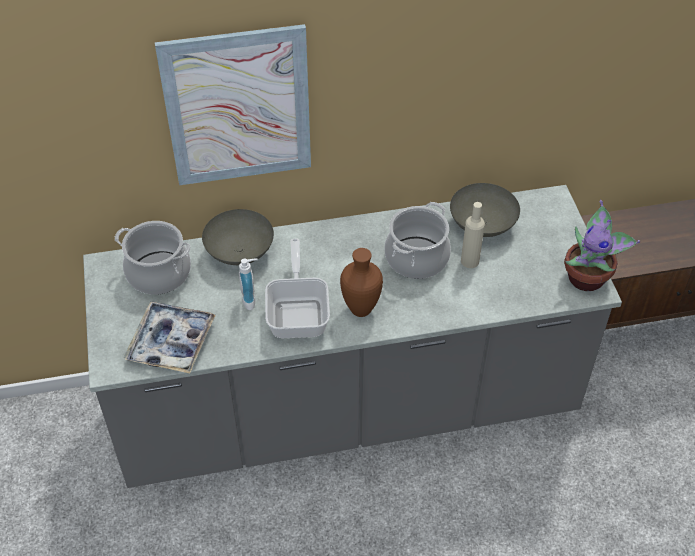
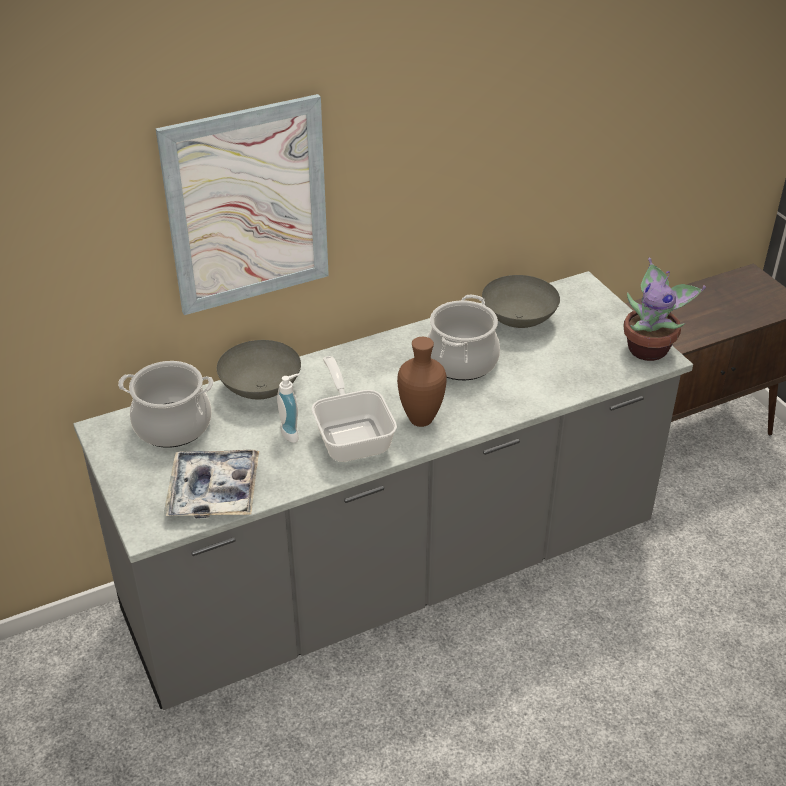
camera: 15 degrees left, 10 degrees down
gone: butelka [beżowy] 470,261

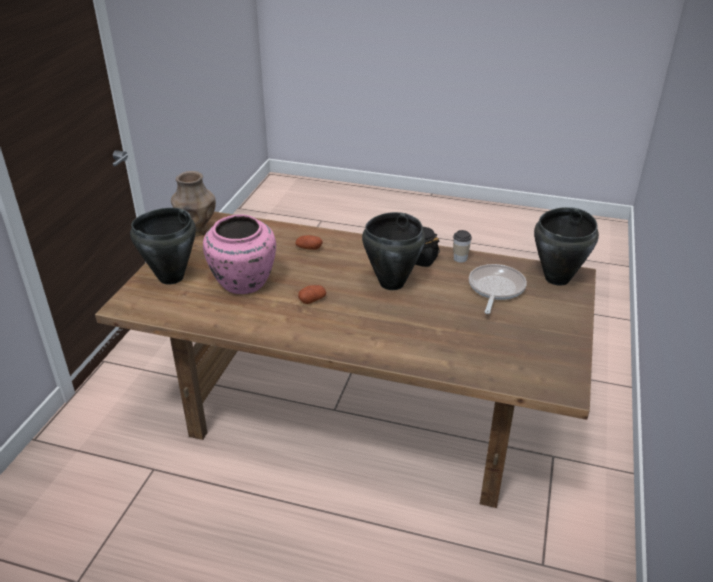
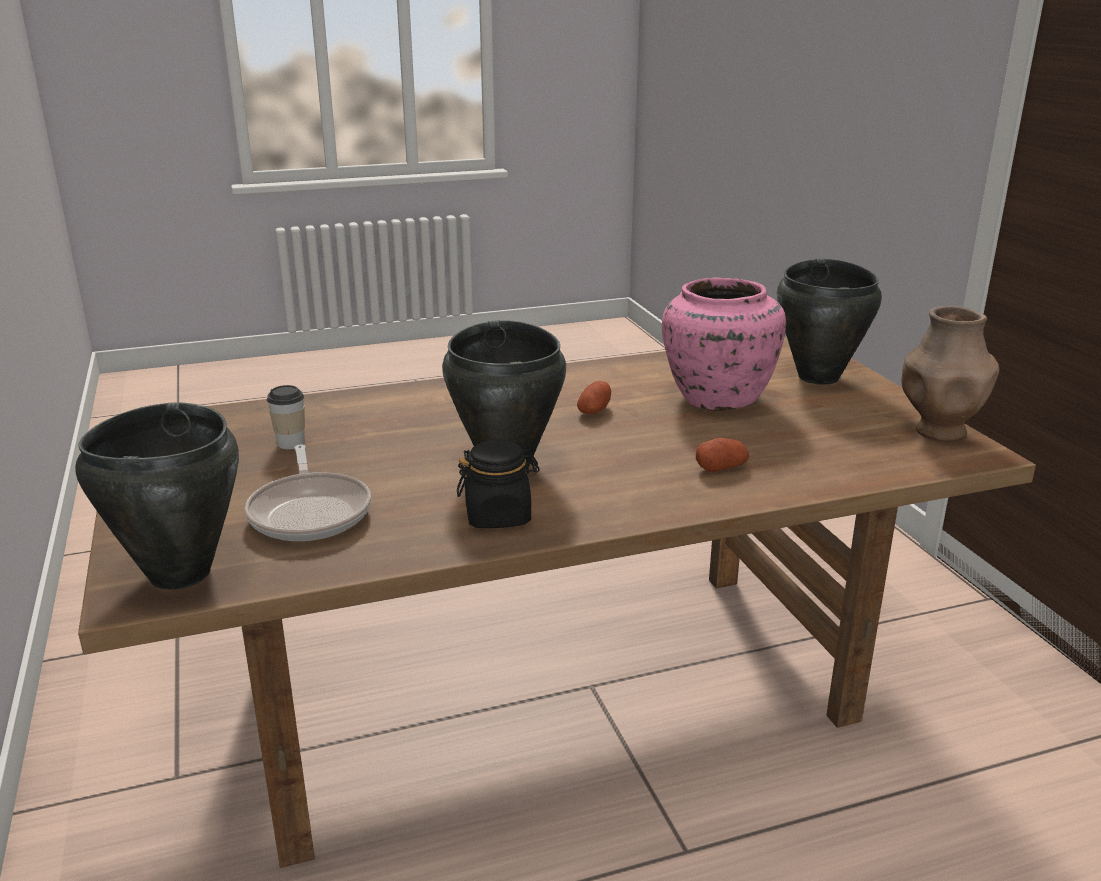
camera: 145 degrees right, 10 degrees down
shifted: filiżanka 460,258 to 291,443

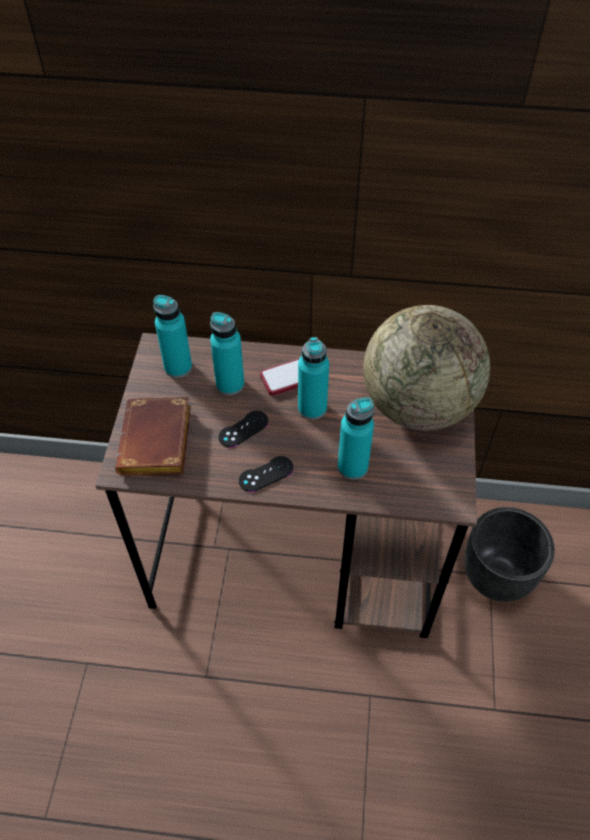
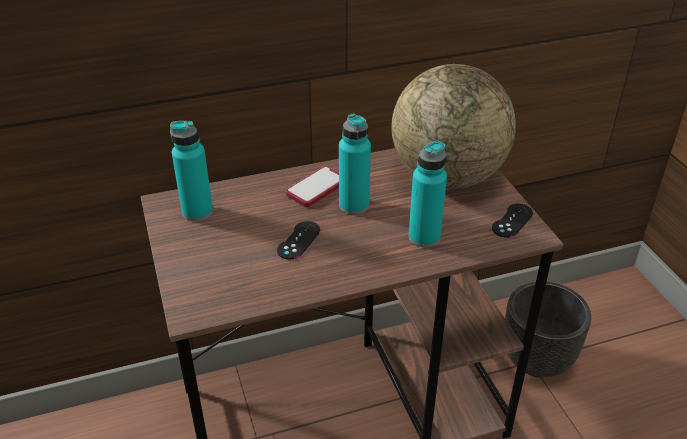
camera: 25 degrees left, 15 degrees down
gone: książka [brązowy] 158,443; butelka [turkusowy] 230,384
shifted: pad do gier [czarny] 266,474 to 512,221

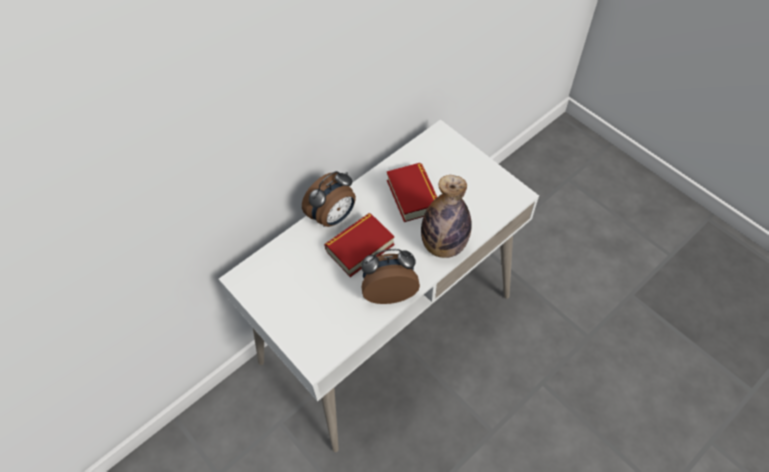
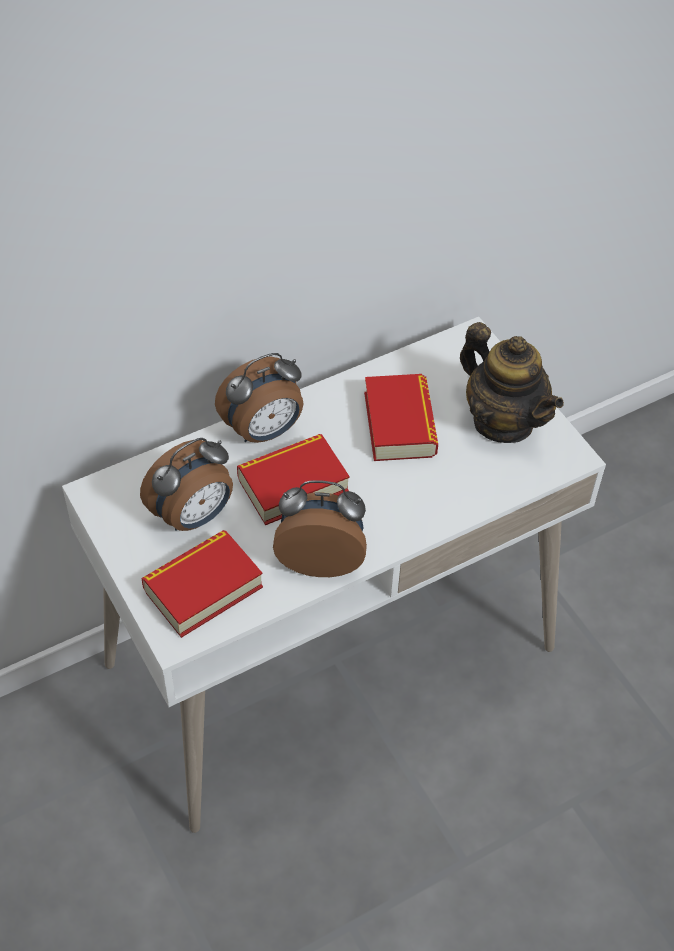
camera: 10 degrees right, 5 degrees down
gone: butelka 443,245
new: budzik 194,516; książka 203,588; imbryk 503,421

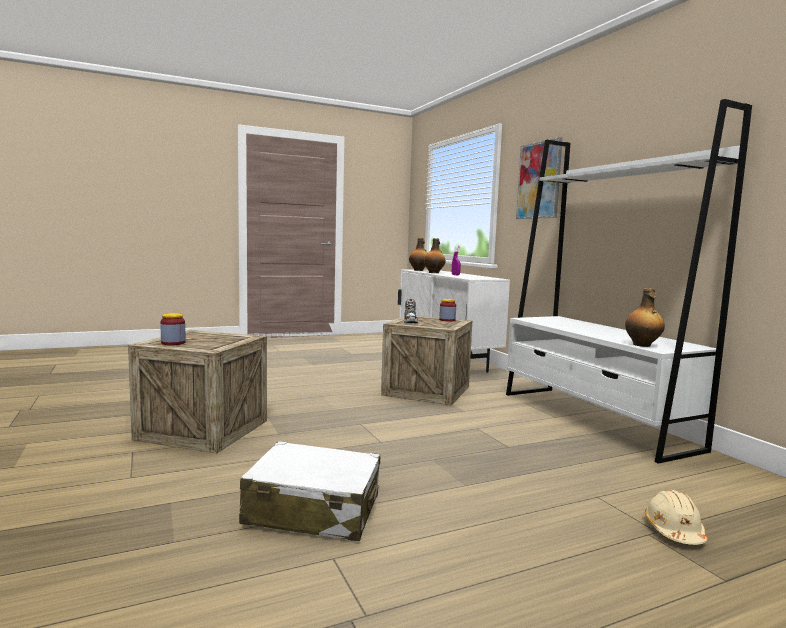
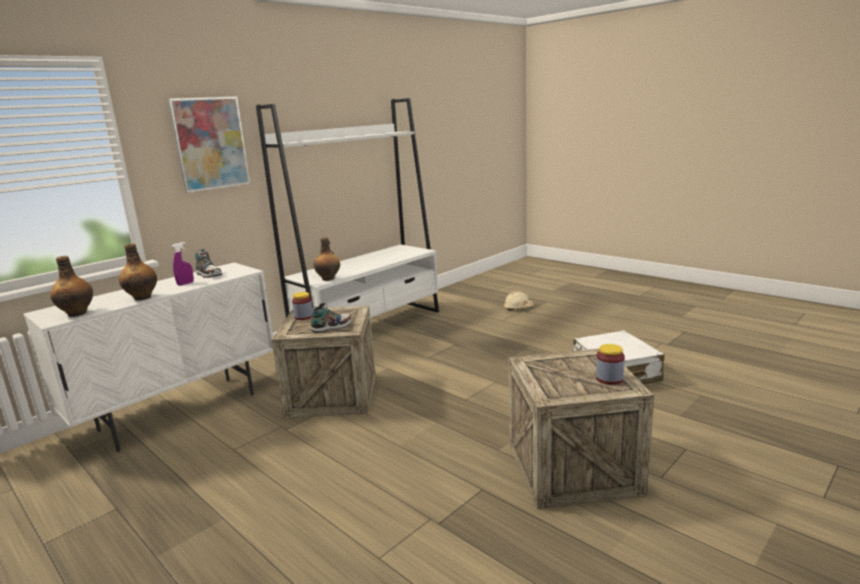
camera: 110 degrees left, 10 degrees up
new: but 209,274
shifted: butelka 642,345 to 328,278

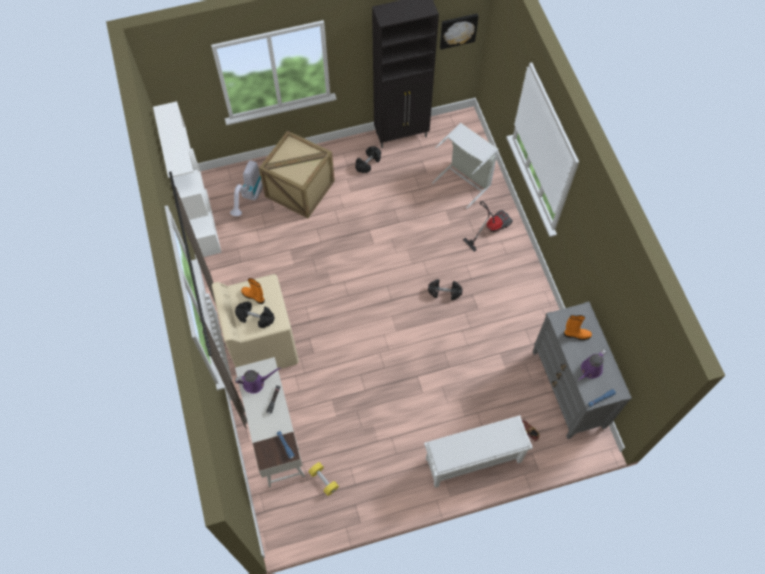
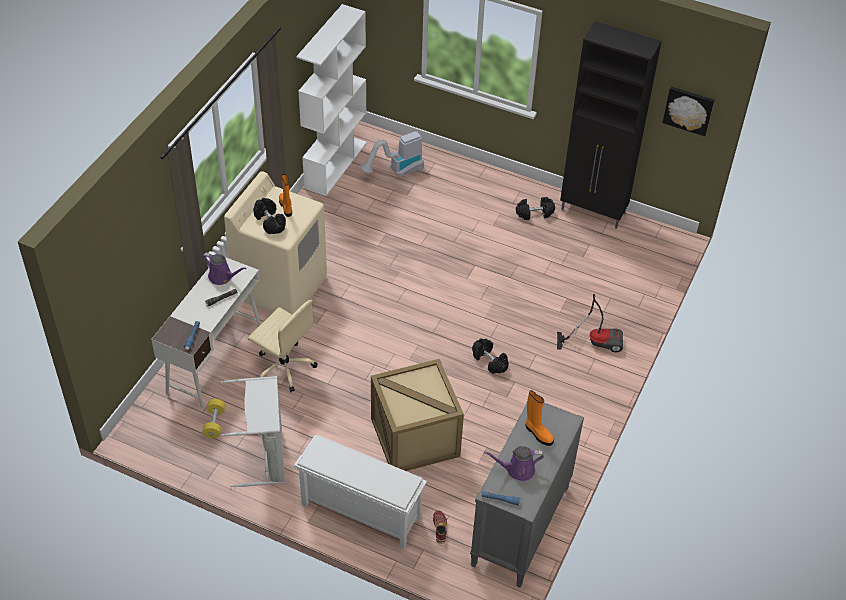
camera: 40 degrees right, 15 degrees down
new: krzesło biurowe [beżowy] 284,367
shifted: skrzynka 300,189 to 414,438; kosz na pranie [szary] 465,180 to 265,458

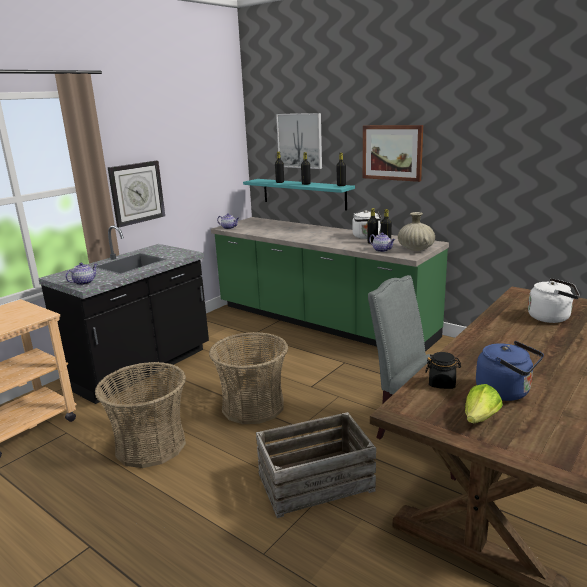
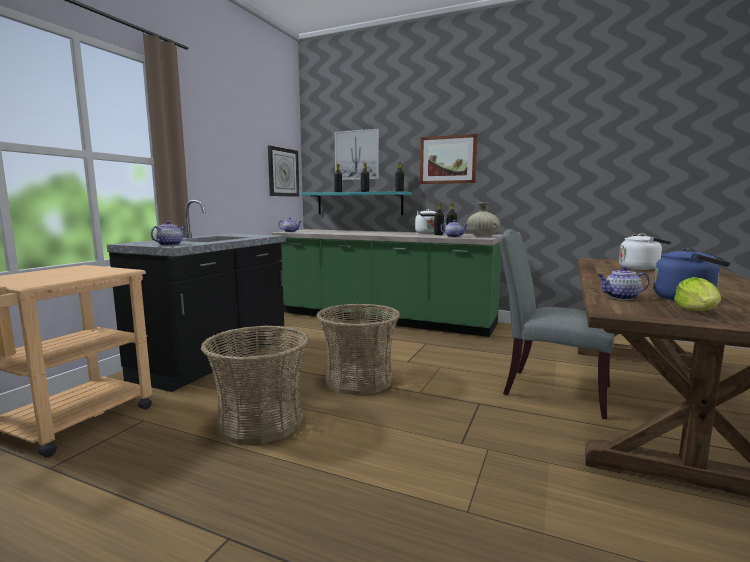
camera: 15 degrees left, 10 degrees down
gone: skrzynka 315,483
shifted: zegar ścienny 137,193 to 283,172
swapped: słoik [czarny] 442,383 to imbryk 621,297

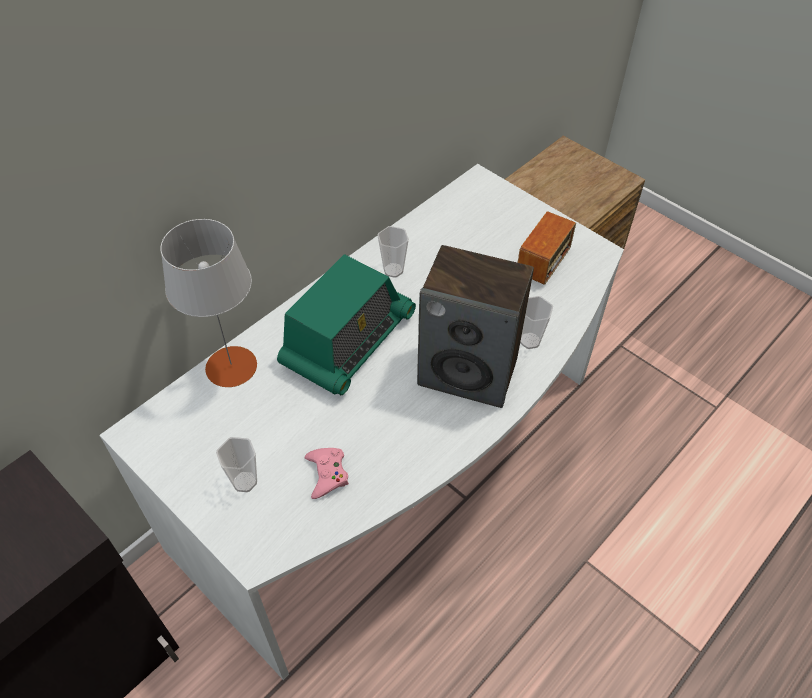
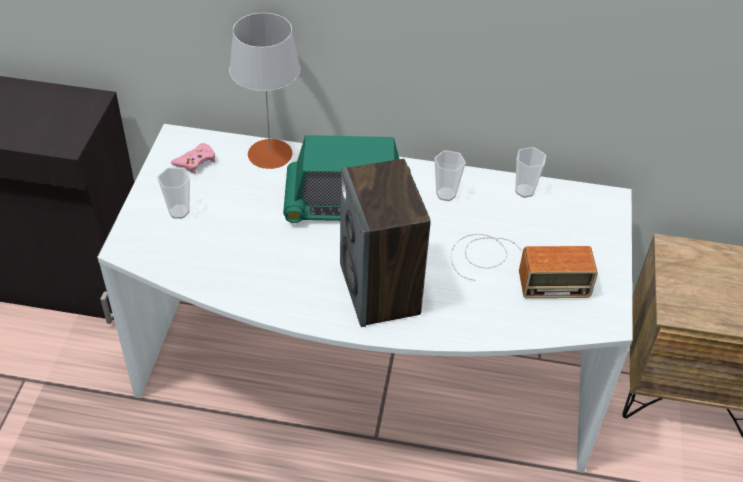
camera: 55 degrees right, 5 degrees down
shifted: pad do gier [różowy] 327,474 to 195,161; filiżanka 529,341 to 524,191

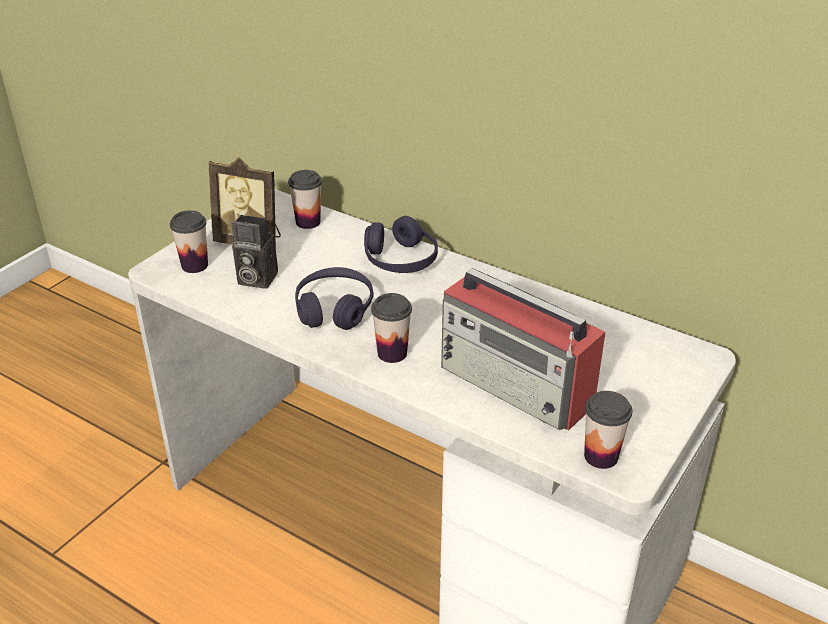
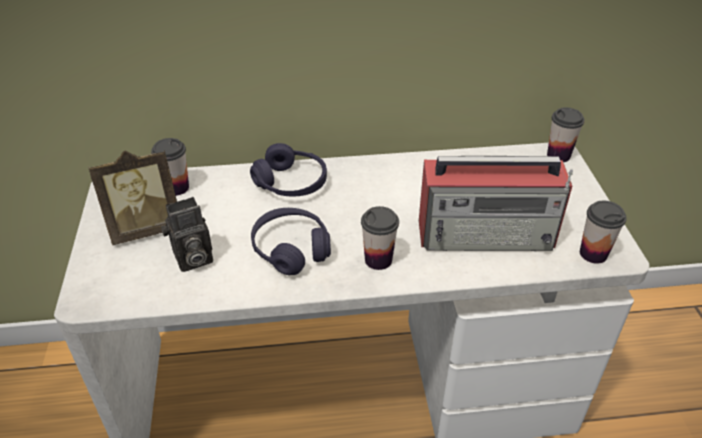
camera: 40 degrees left, 5 degrees up
shifted: filiżanka 194,265 to 558,155

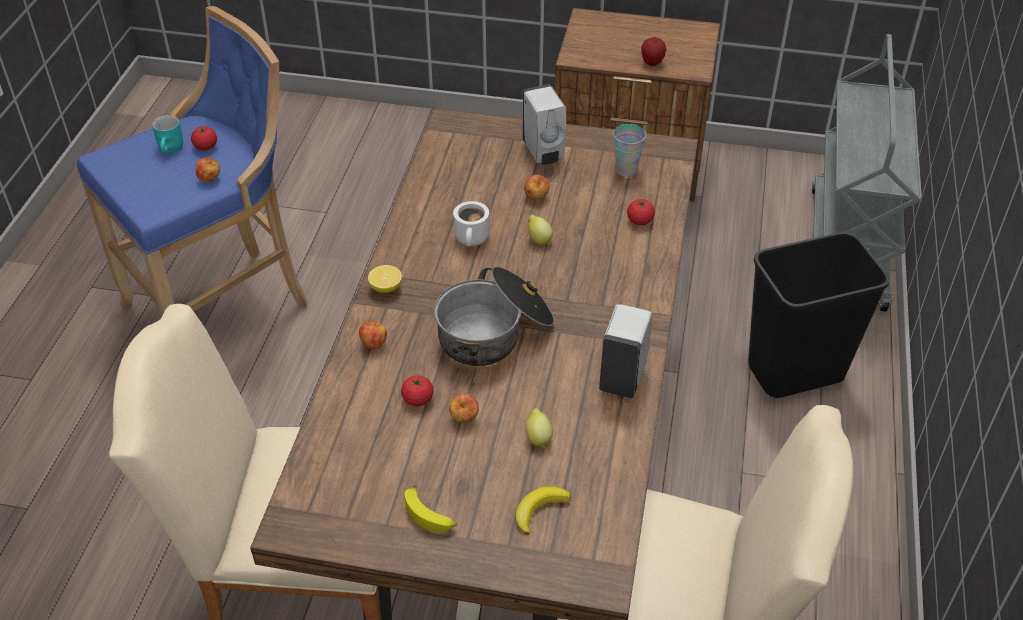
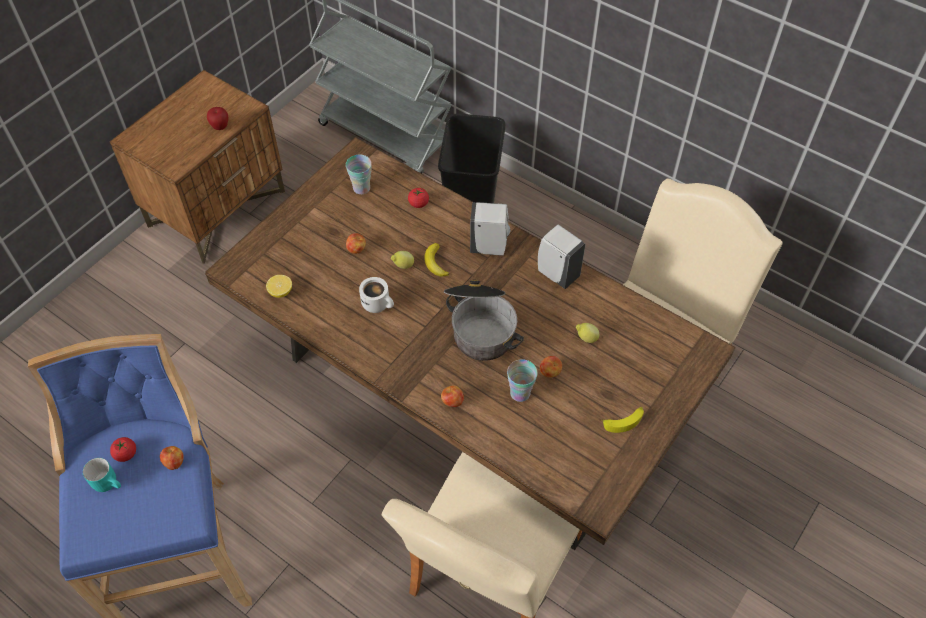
camera: 65 degrees left, 10 degrees up
shifted: cytryna 386,288 to 280,292; banan 539,510 to 435,263; dozownik mydła [biały] 543,153 to 490,247
swapped: pomidor 418,399 to filiżanka 520,393

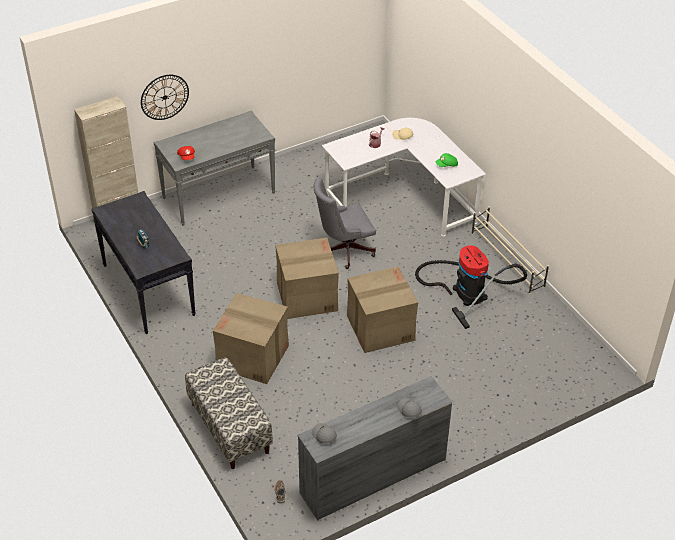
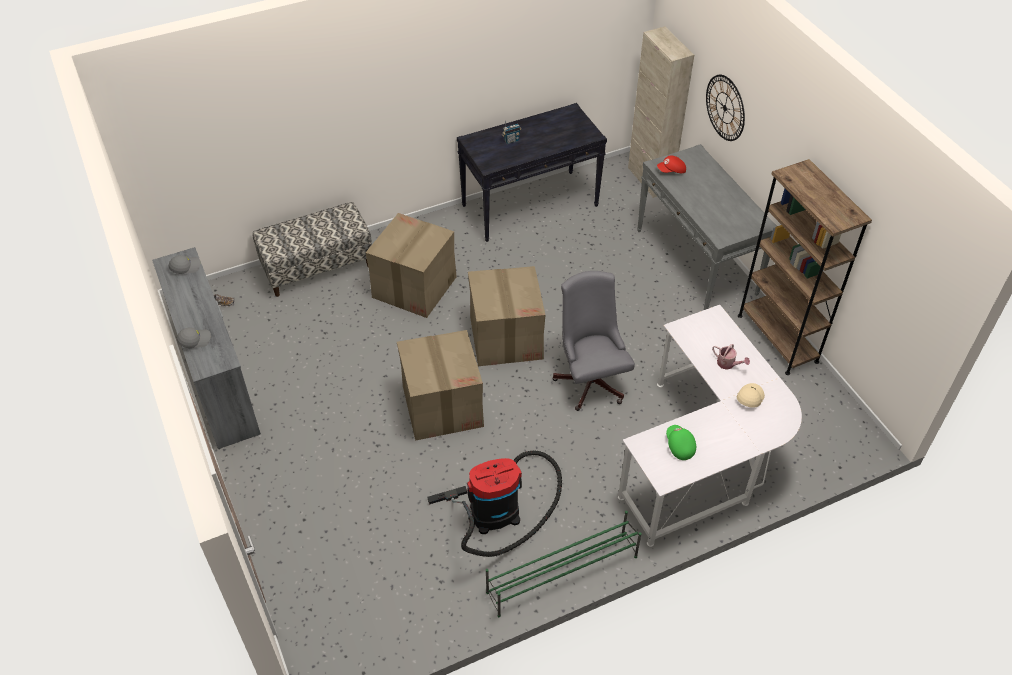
camera: 95 degrees right, 5 degrees up
new: regał [brązowy] 777,338
repainted: regał na buty [beżowy] 507,260 to regał na buty [zielony] 561,574

